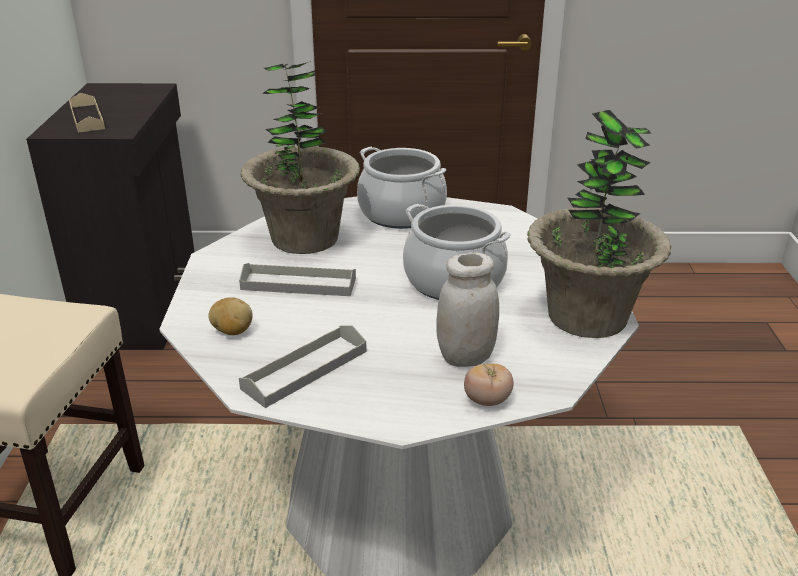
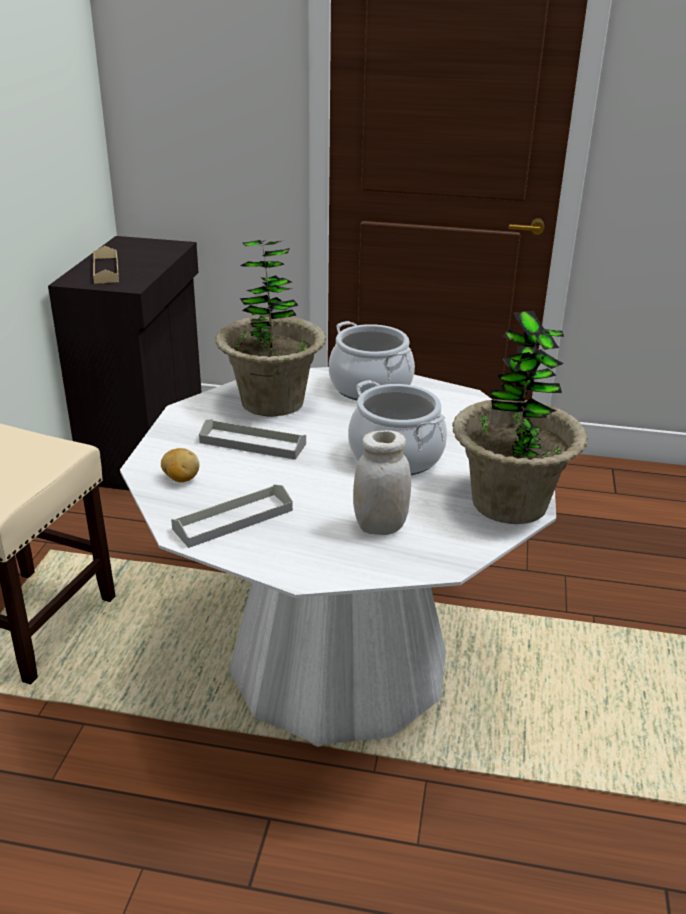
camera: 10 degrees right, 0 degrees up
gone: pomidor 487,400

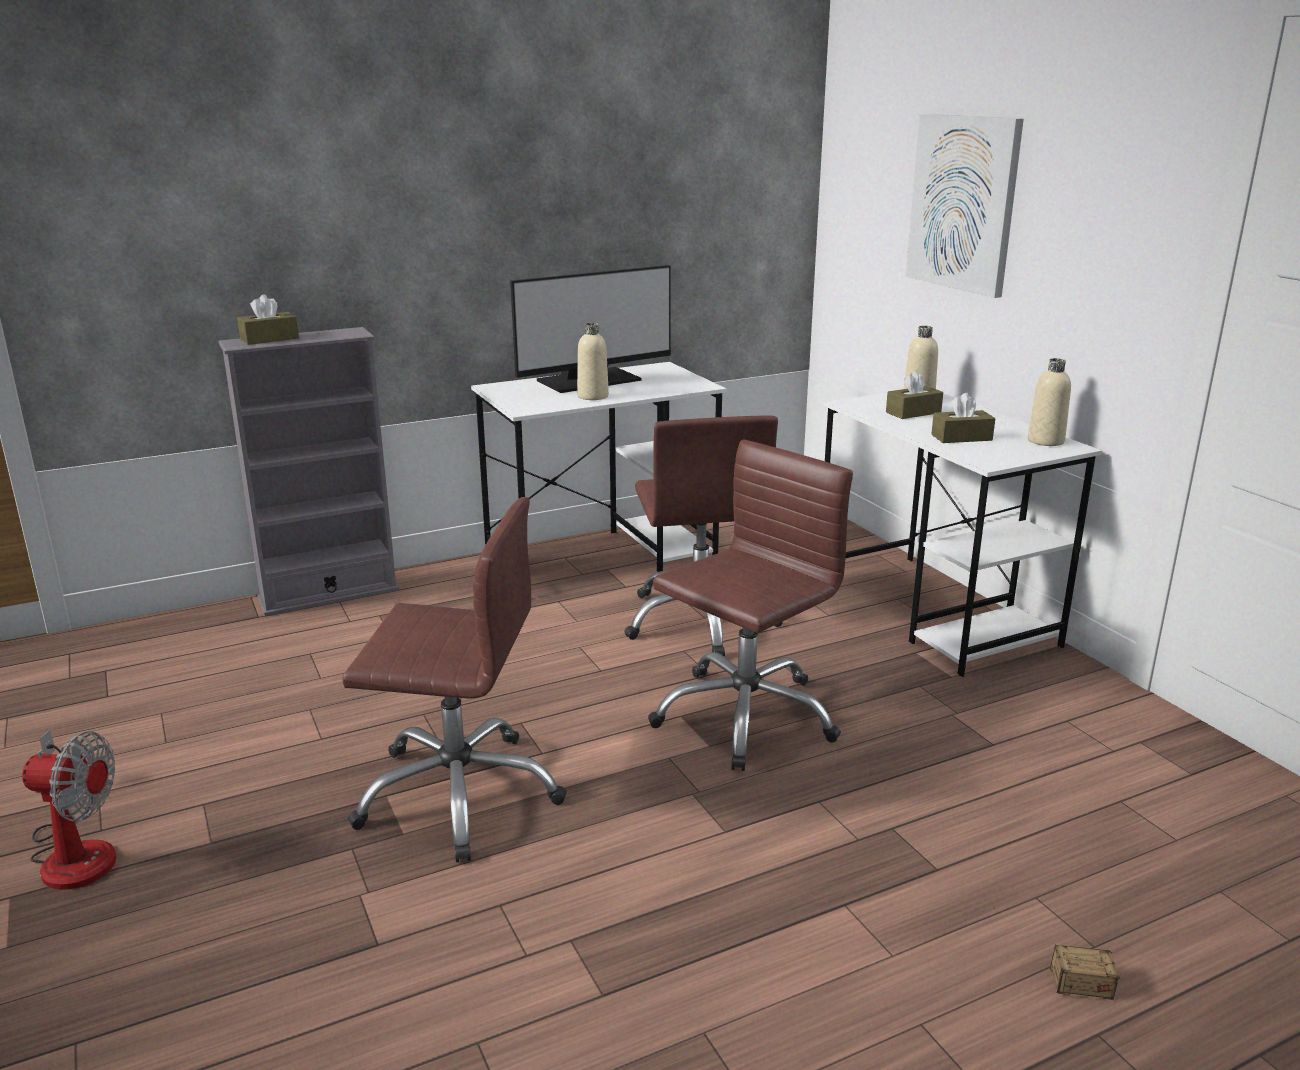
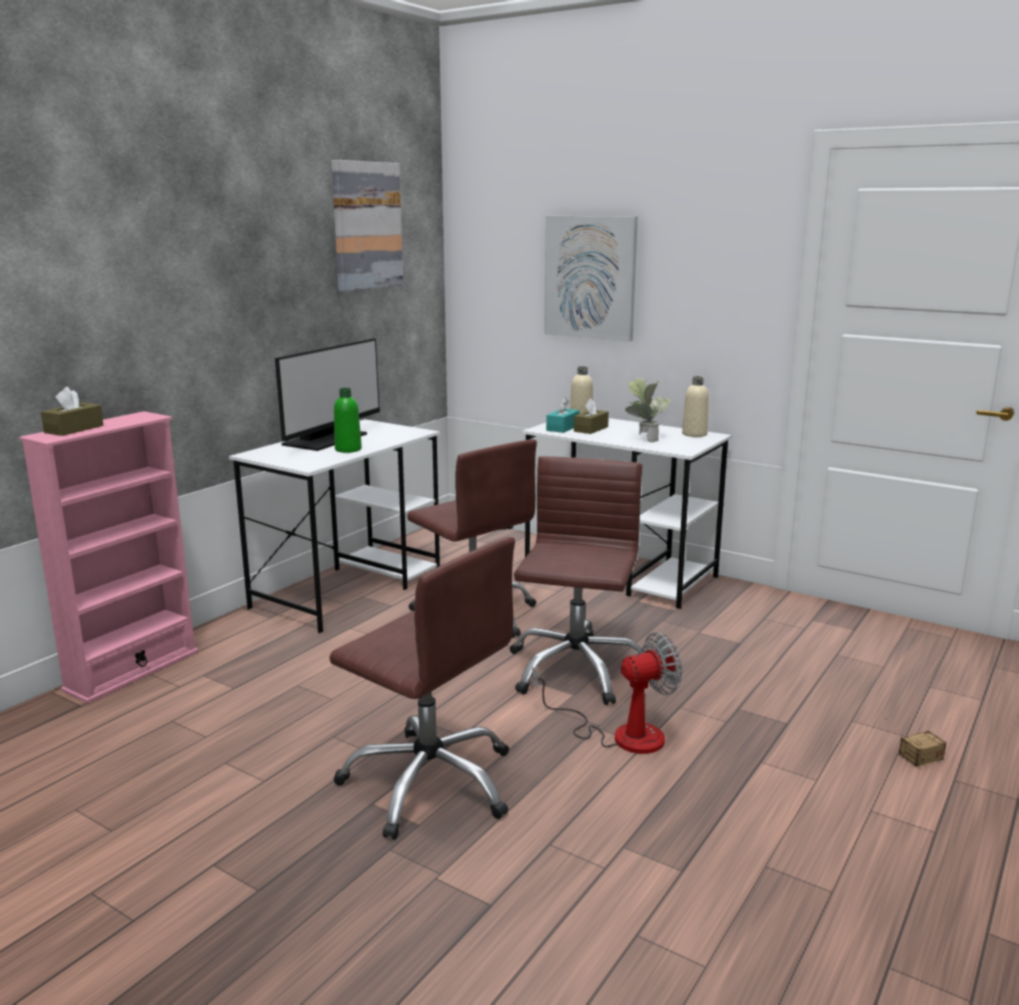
camera: 30 degrees left, 5 degrees down
new: obraz 366,226; pudełko chusteczek [turkusowy] 562,428
shifted: wentylator 76,851 to 621,734
swapped: pudełko chusteczek [brązowy] 961,437 to roślina doniczkowa 644,439
repainted: regał [szary] 329,594 to regał [różowy] 132,670; butelka [beżowy] 593,396 to butelka [zielony] 348,449
rotated: krzesło biurowe [brązowy] 459,793 = 430,782 60 degrees clockwise

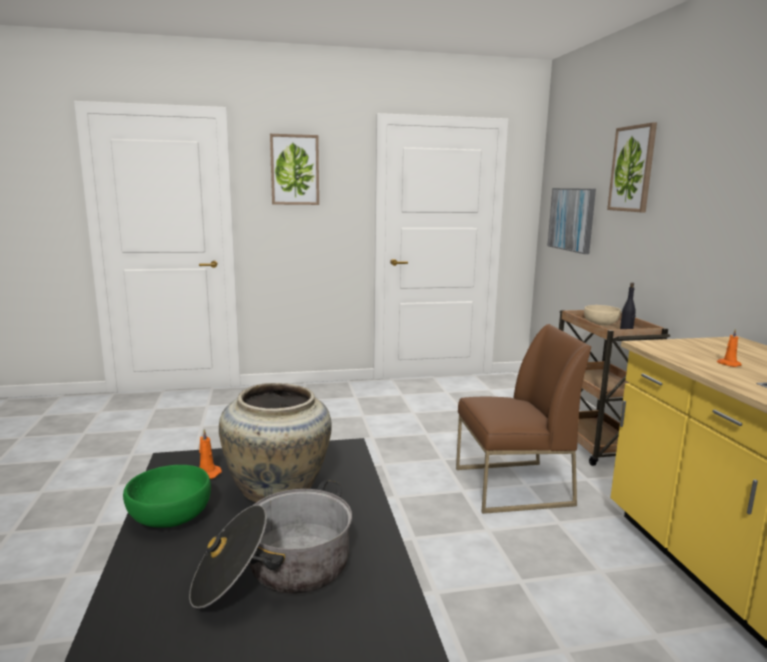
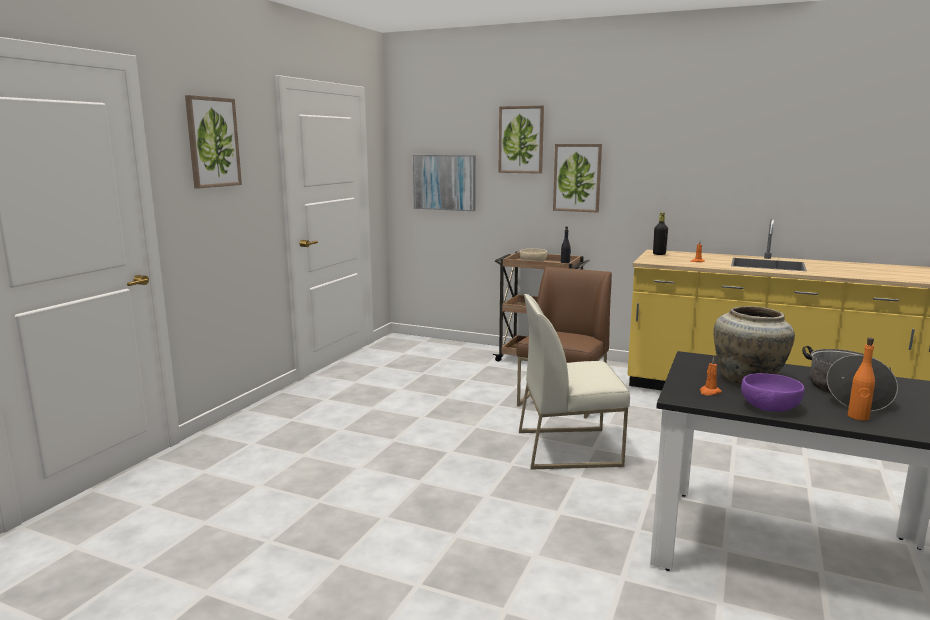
camera: 55 degrees left, 0 degrees up
new: krzesło [biały] 569,448; obraz 577,177; butelka [czarny] 659,254; butelka [pomarańczowy] 858,417
repainted: miska [zielony] 171,516 to miska [fioletowy] 770,407

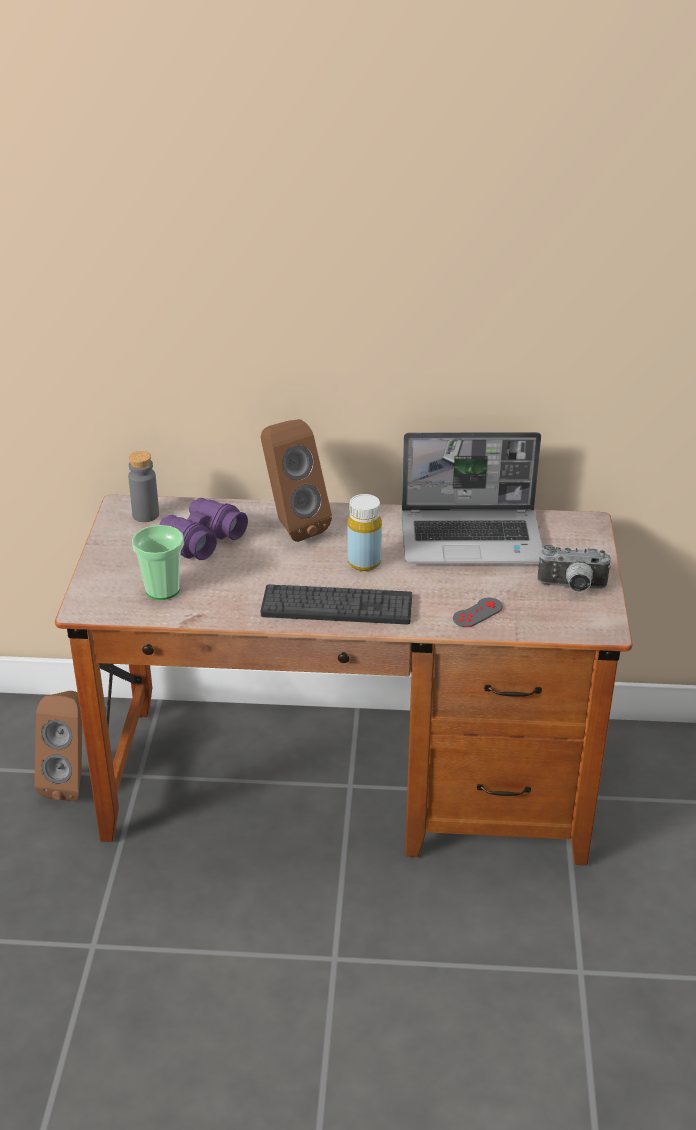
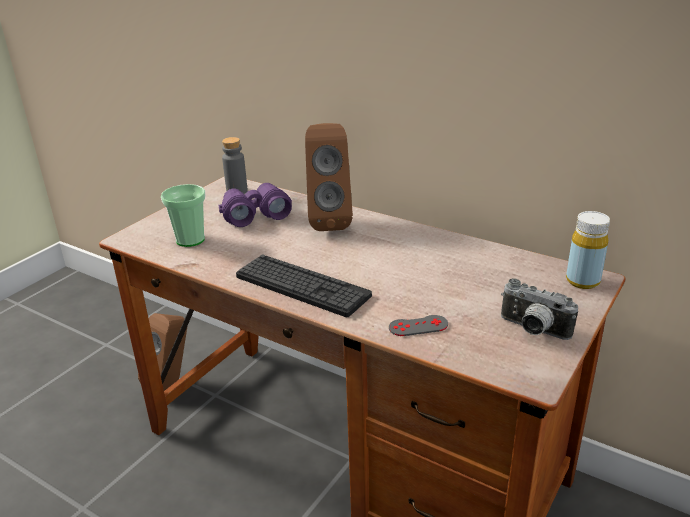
camera: 30 degrees right, 5 degrees down
gone: laptop 473,538
shifted: butelka [żółty] 364,562 to 582,281

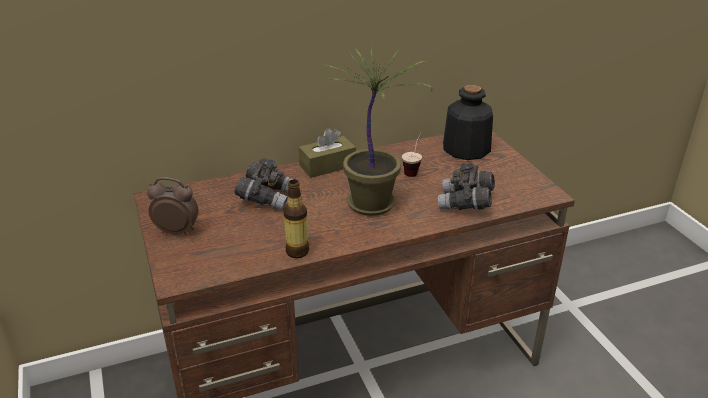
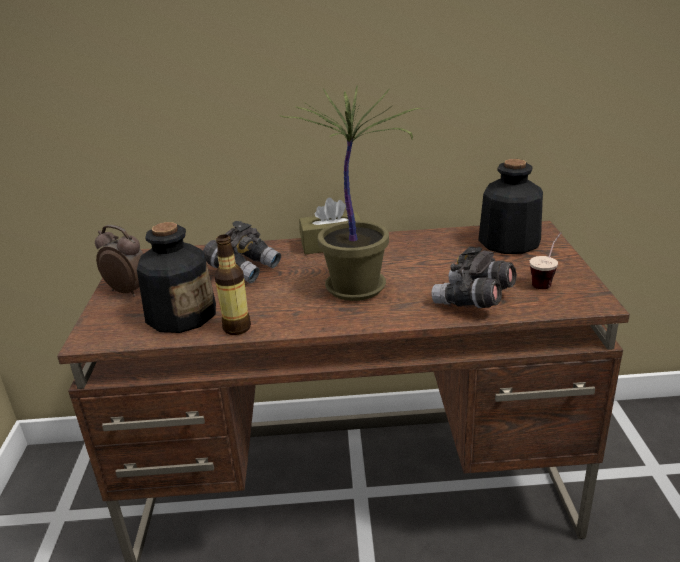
camera: 20 degrees right, 5 degrees down
new: butelka 181,315
shifted: filiżanka 413,169 to 546,281

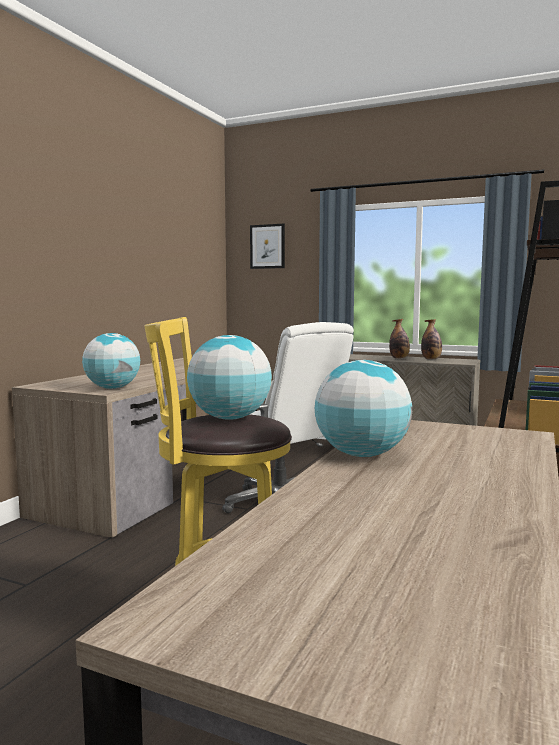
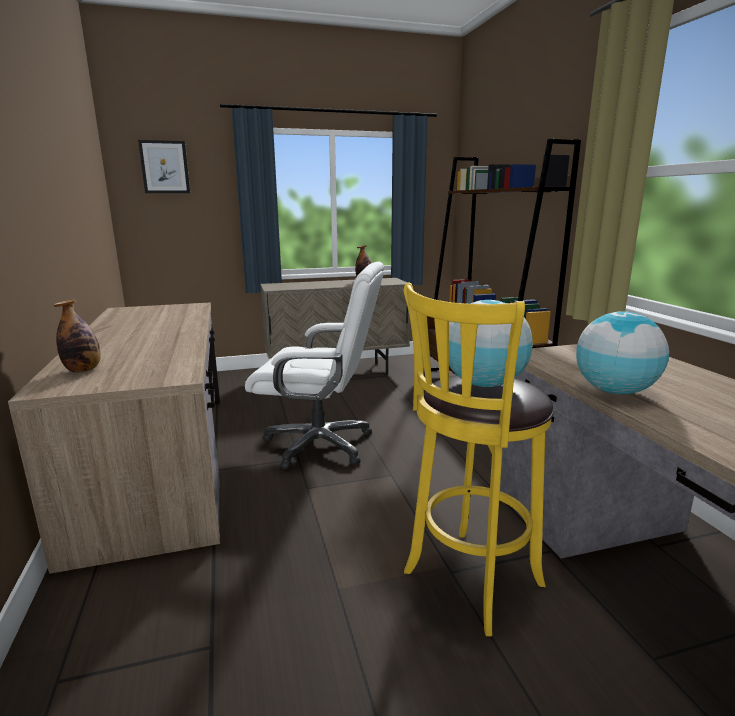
camera: 40 degrees left, 10 degrees up
gone: globus 112,388
shifted: butelka 399,358 to 83,370

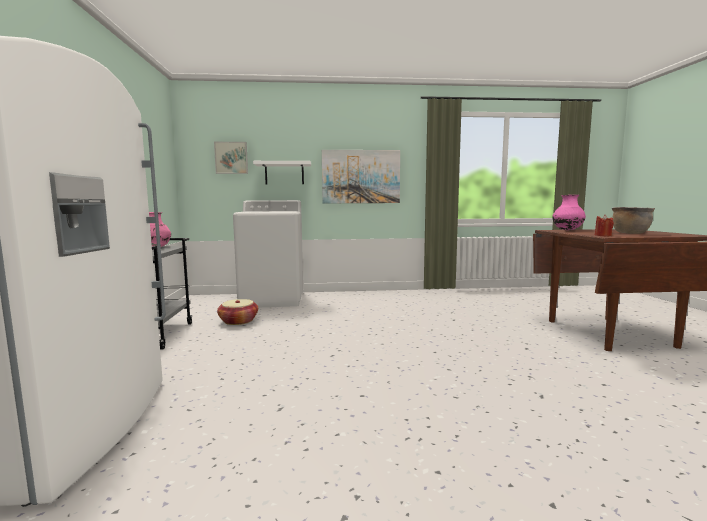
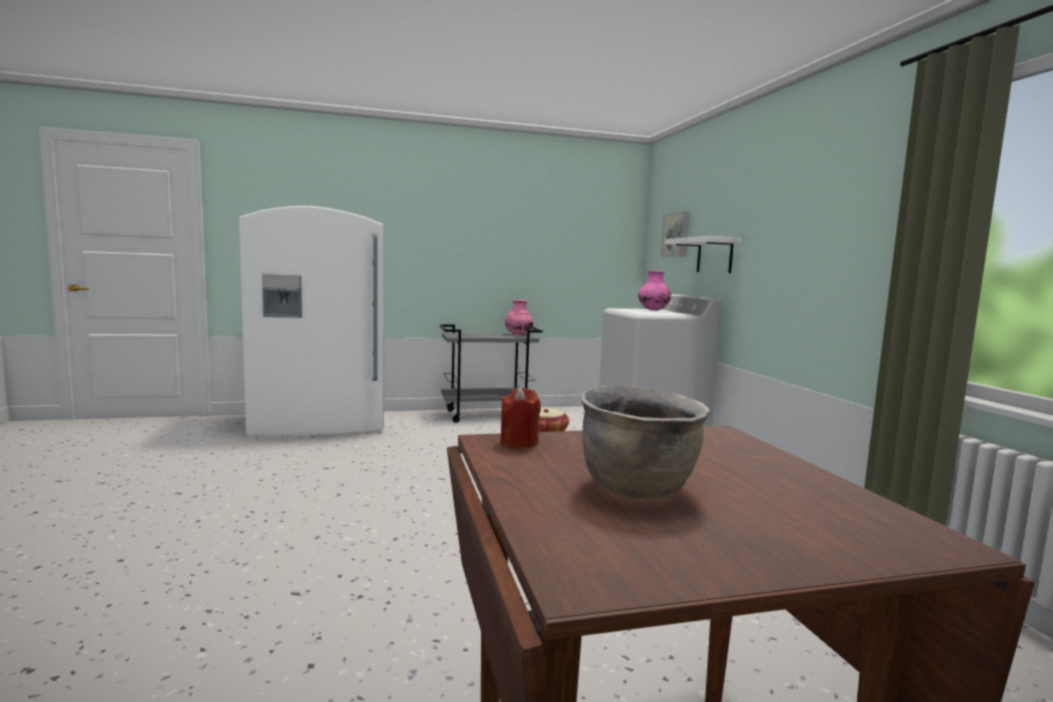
camera: 80 degrees right, 0 degrees up
gone: obraz 361,177
shifted: wazon [różowy] 567,230 to 653,310

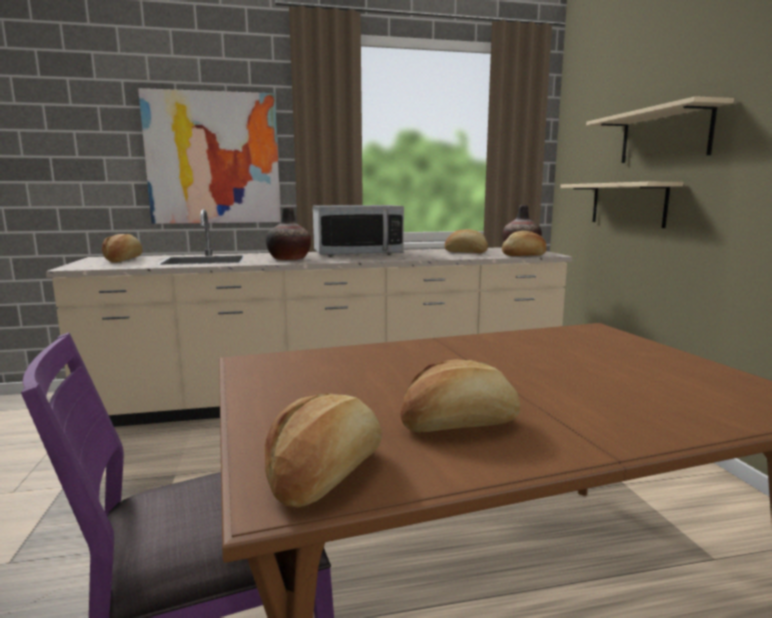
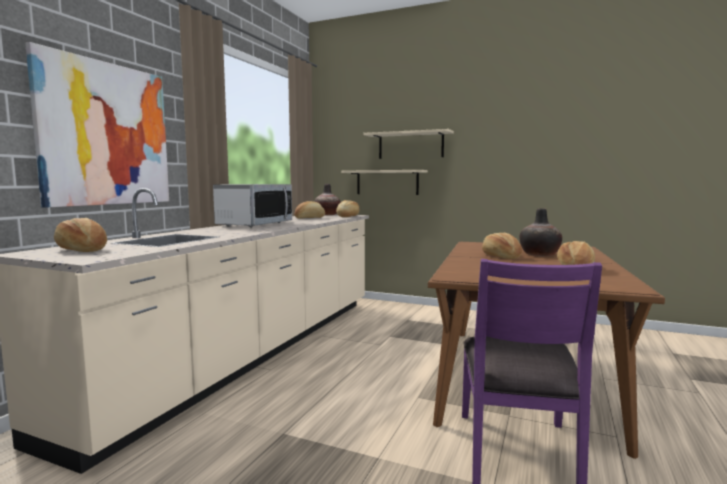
camera: 55 degrees left, 5 degrees down
shifted: chleb 326,474 to 500,256; wazon 289,259 to 539,255

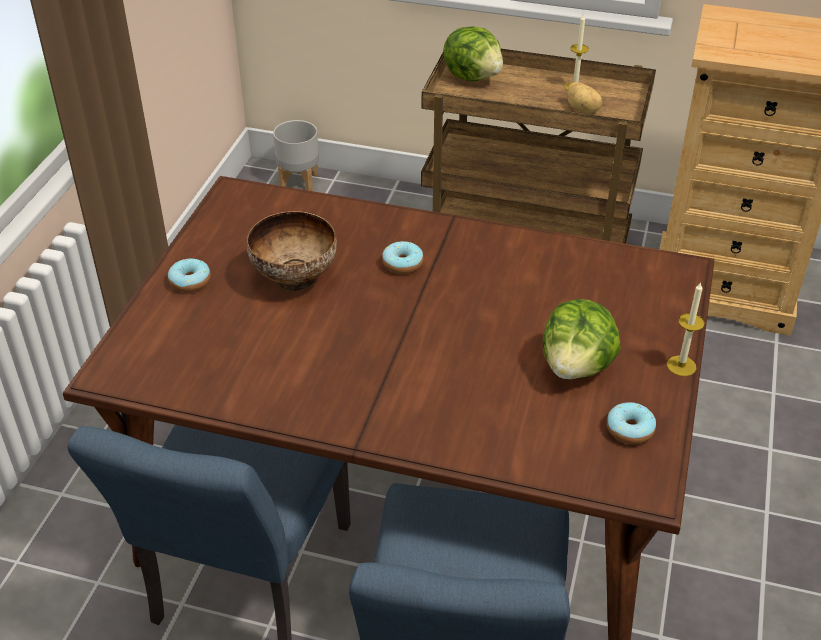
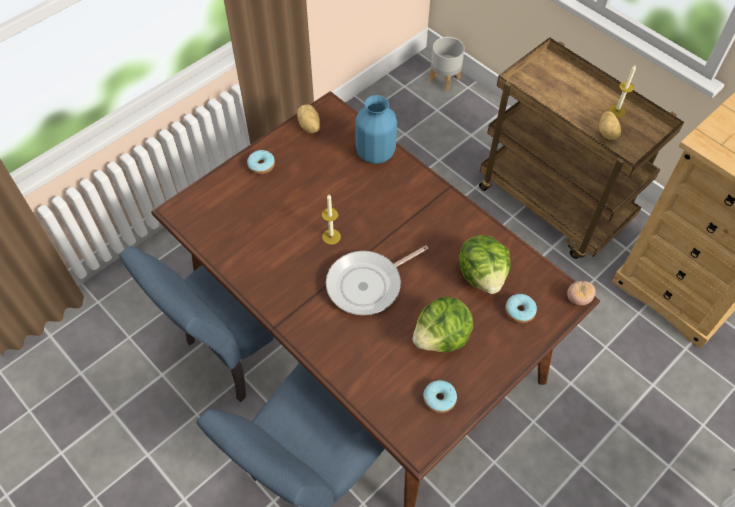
camera: 30 degrees right, 15 degrees up
gone: miska 293,279
new: ziemniak 309,126; patelnia 368,284; wazon [niebieski] 376,153; pomidor 578,298
shifted: donut 402,264 to 519,311; sałata 473,76 to 482,275; świeca 681,366 to 331,236

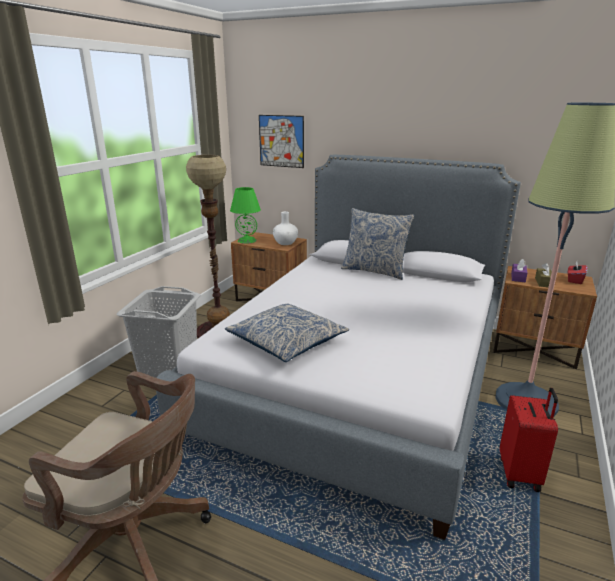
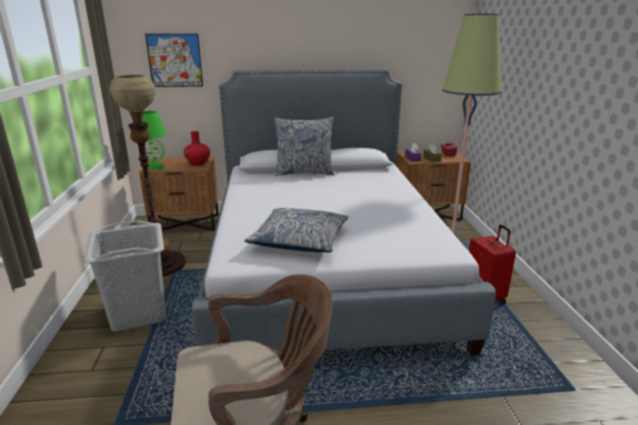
camera: 30 degrees left, 0 degrees up
repainted: wazon [biały] 285,243 to wazon [czerwony] 198,163

